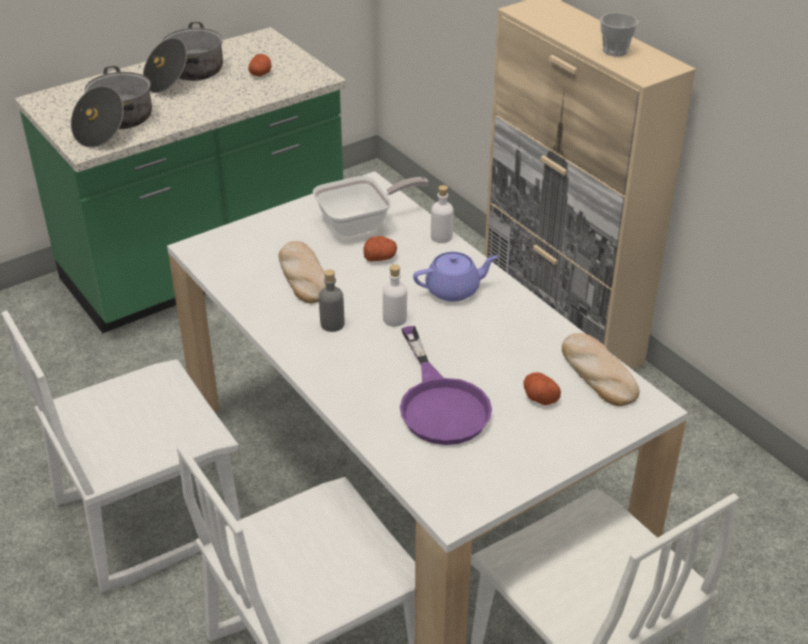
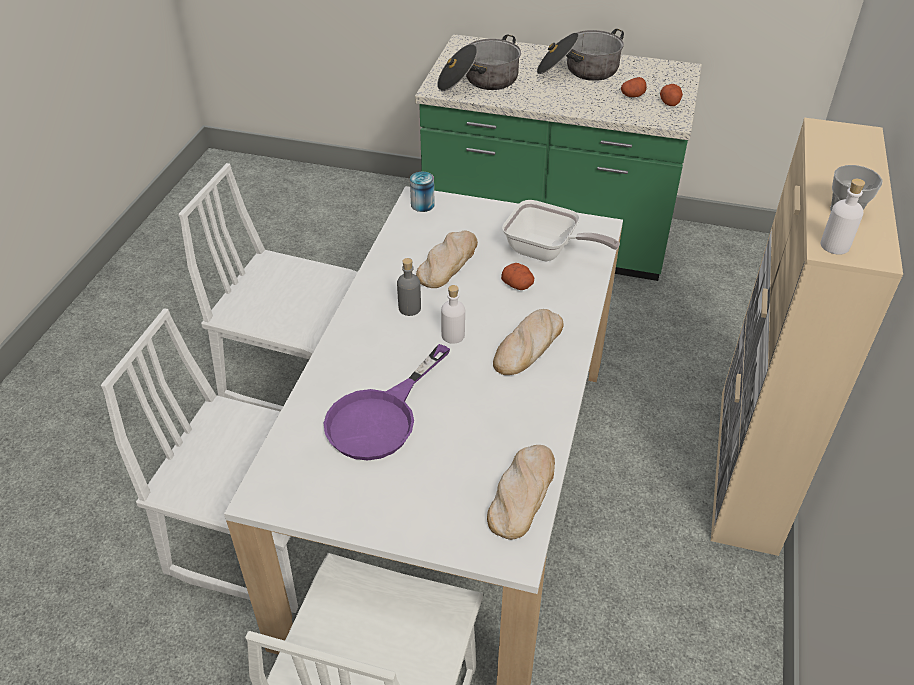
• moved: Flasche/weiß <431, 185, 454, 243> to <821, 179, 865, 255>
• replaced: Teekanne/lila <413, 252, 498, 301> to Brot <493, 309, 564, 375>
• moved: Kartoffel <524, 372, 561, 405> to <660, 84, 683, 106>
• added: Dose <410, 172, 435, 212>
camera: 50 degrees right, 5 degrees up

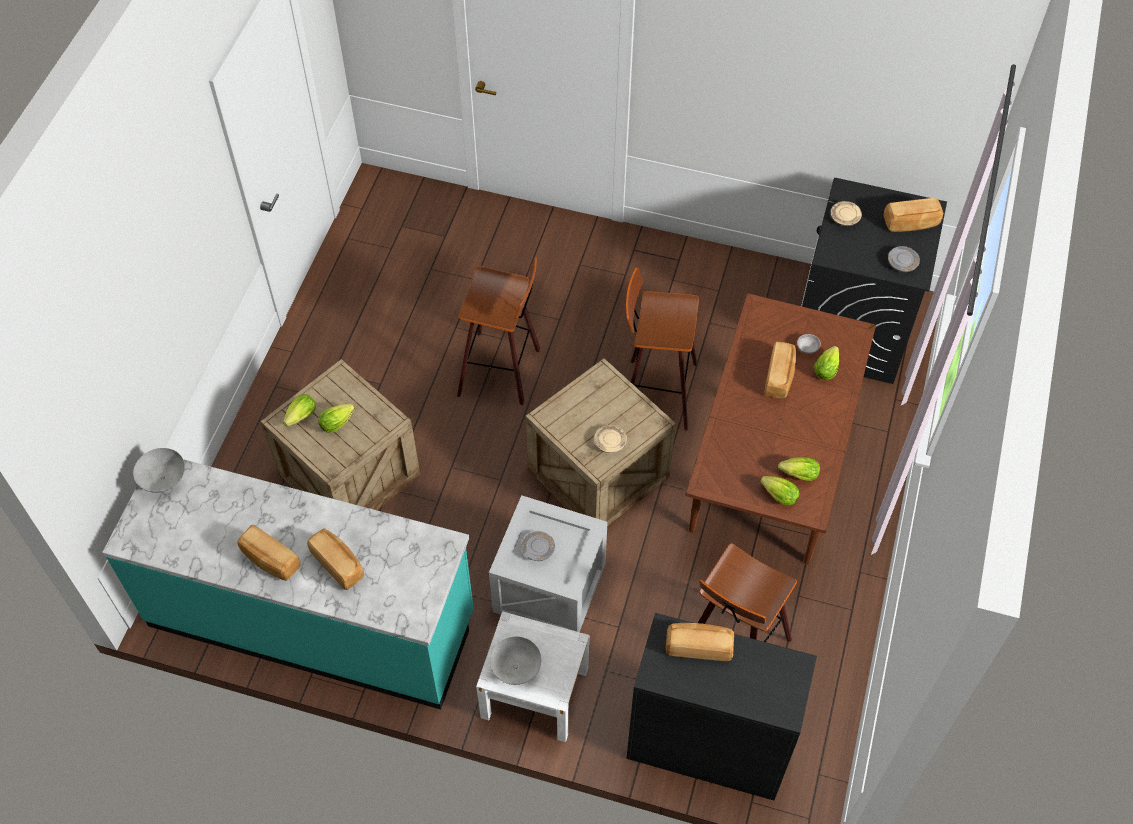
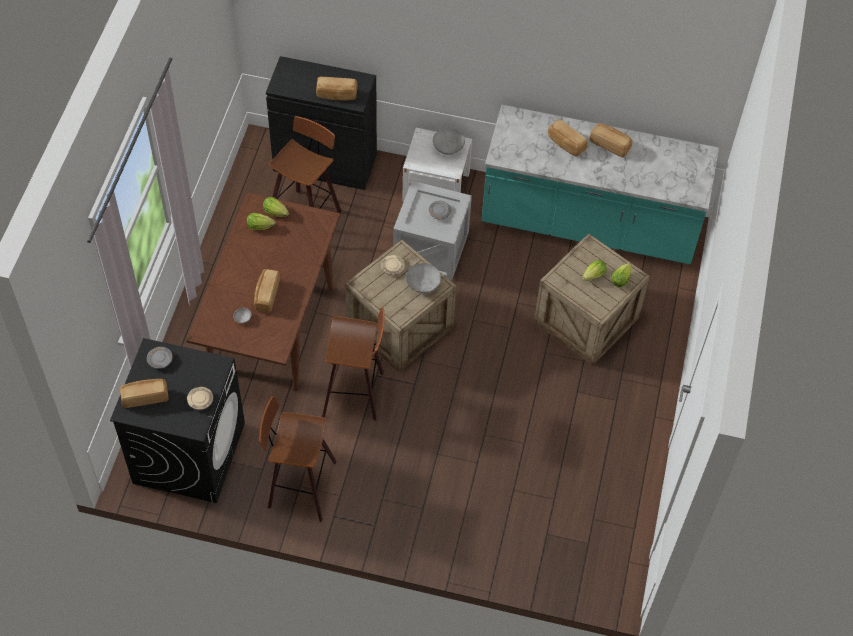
• moved: Hocker <457, 257, 540, 405> to <259, 396, 336, 522>
• removed: Salatkopf <814, 346, 839, 380>
• moved: Schüssel/grau <133, 448, 185, 493> to <406, 263, 441, 293>
camera: 175 degrees right, 0 degrees up

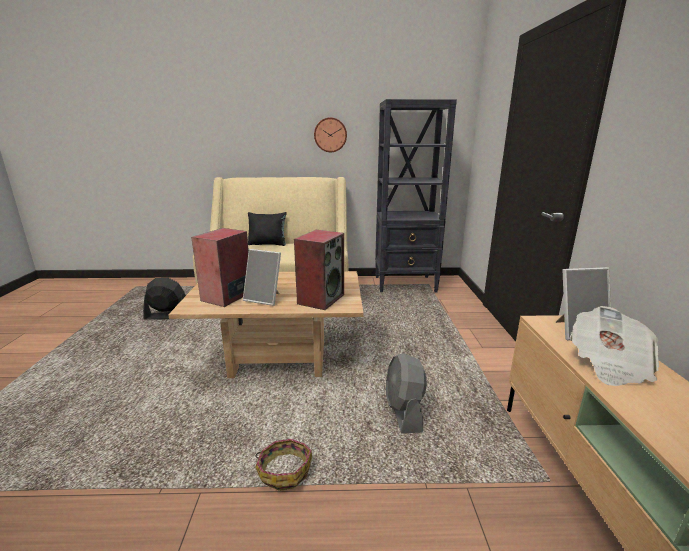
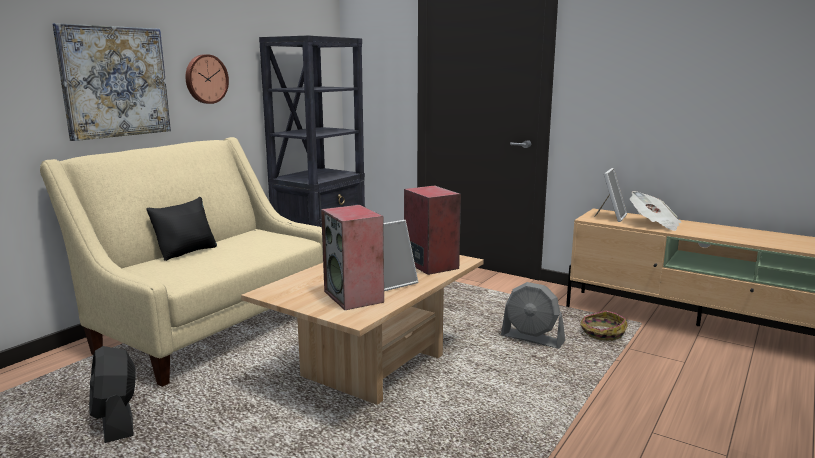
• turned: Ventilator/schwarz <143, 278, 186, 319> = <89, 346, 136, 443> 60 degrees counterclockwise
• moved: Korb <255, 439, 312, 491> to <580, 310, 628, 341>
• added: Bild <53, 23, 171, 141>
camera: 55 degrees left, 5 degrees down

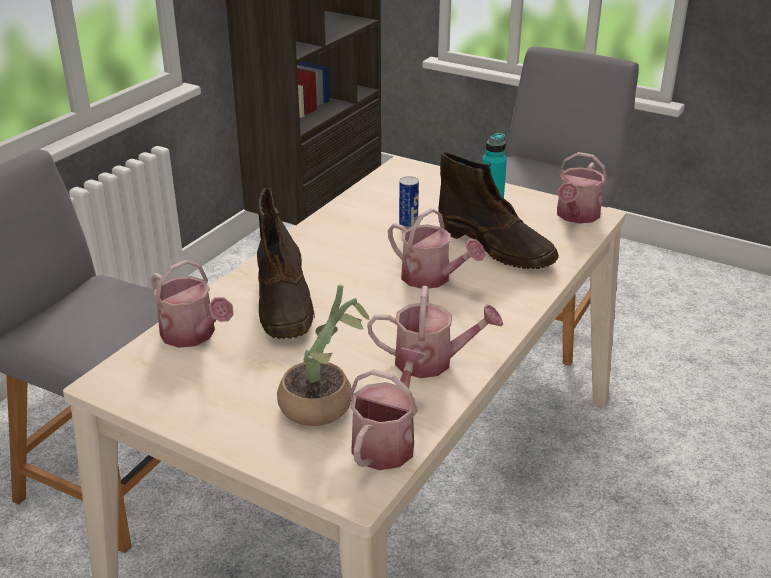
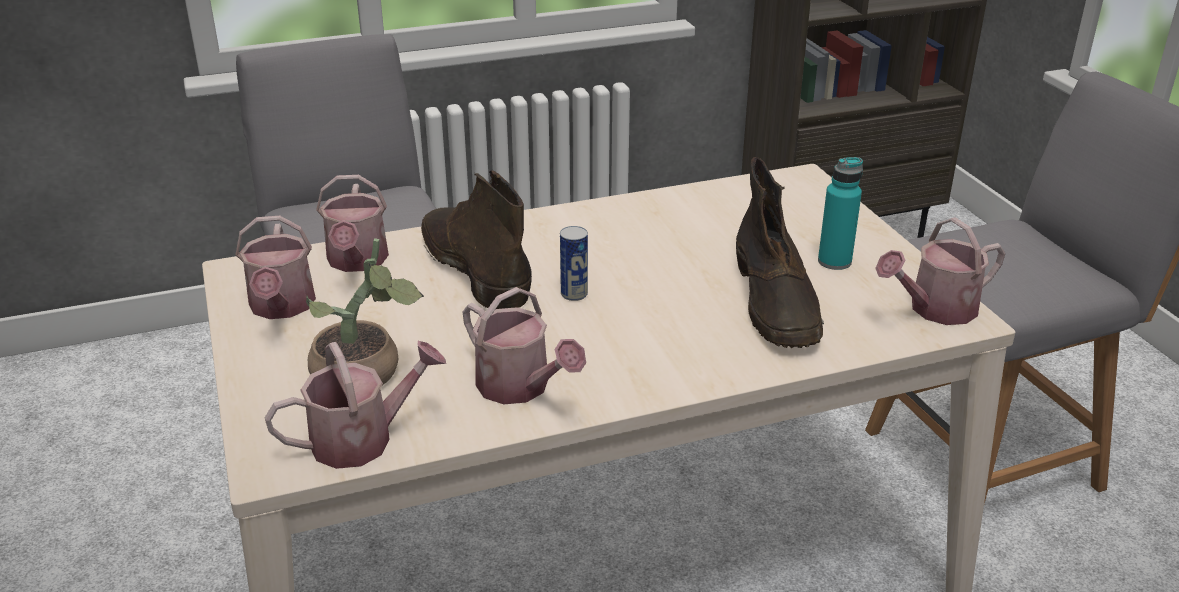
• moved: Dose <399, 176, 419, 229> to <560, 226, 588, 301>
• turned: Stiefel/braun <257, 188, 315, 339> = <421, 170, 532, 309> 120 degrees clockwise
• moved: Gießkanne <388, 208, 485, 289> to <235, 216, 316, 319>
camera: 40 degrees right, 0 degrees up

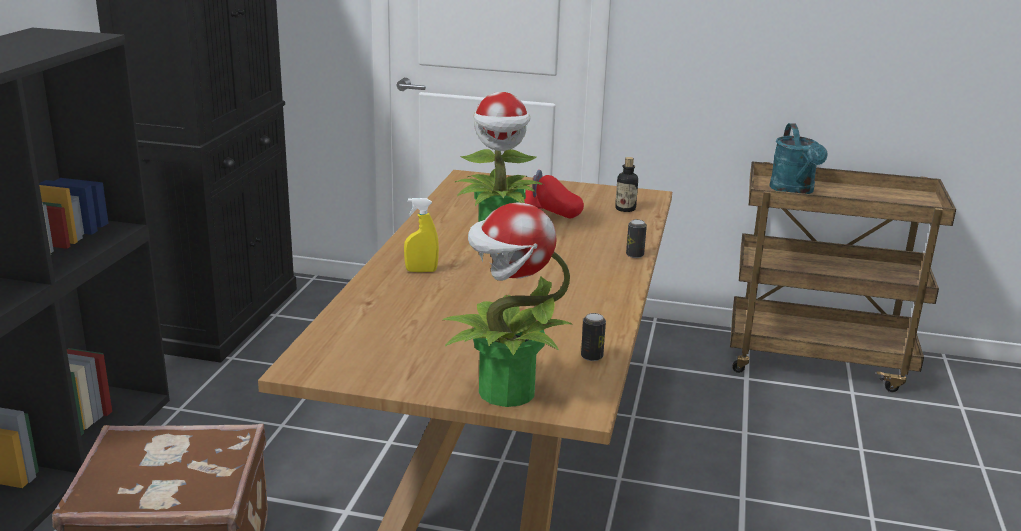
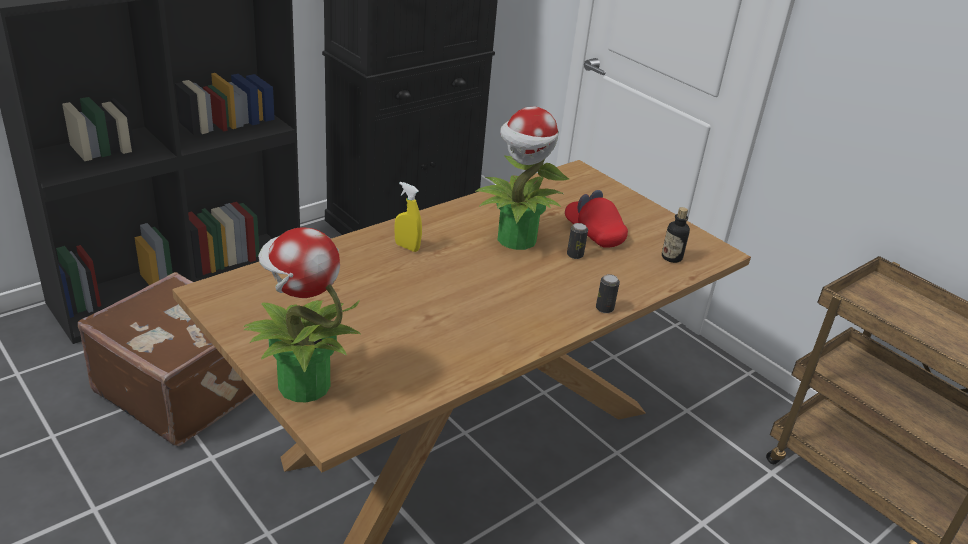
• removed: Gießkanne/türkis <769, 123, 828, 194>
• moved: Dose <581, 313, 606, 361> to <567, 223, 588, 259>
camera: 35 degrees right, 10 degrees up

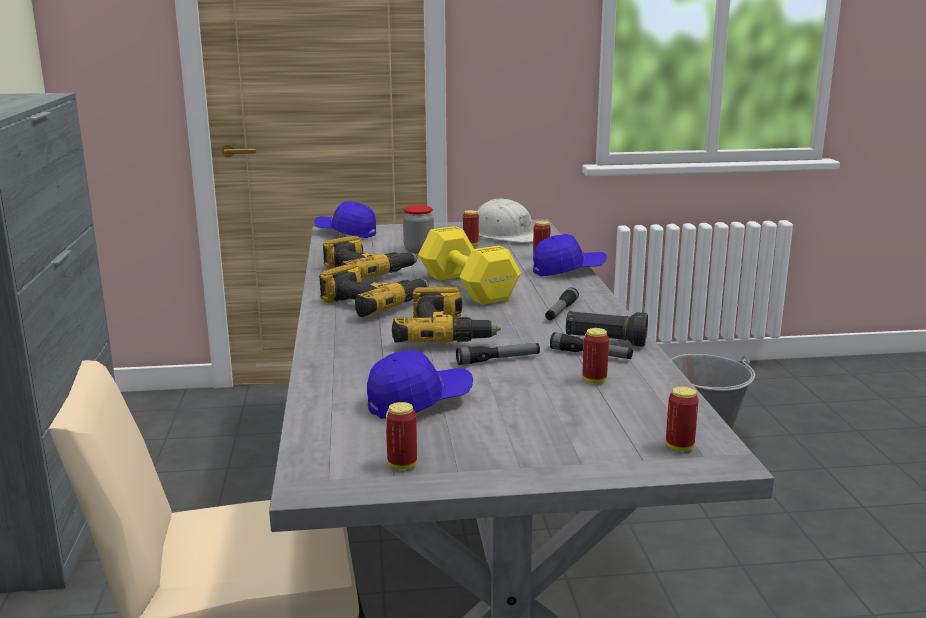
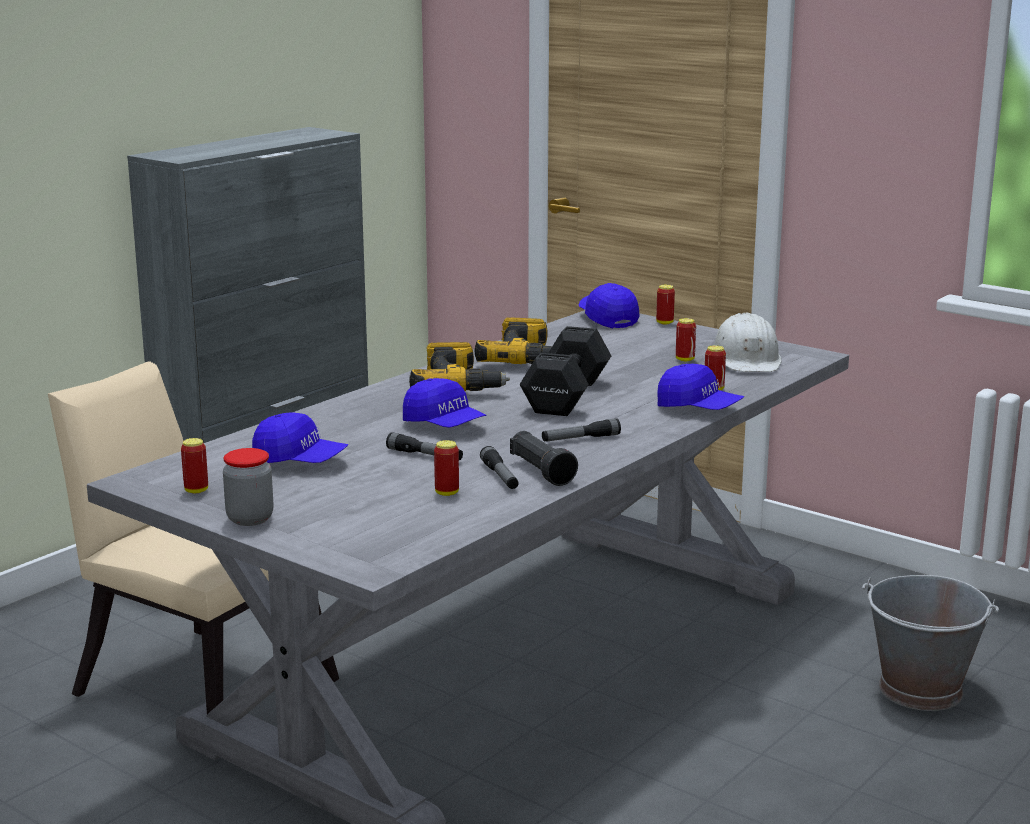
• moved: Vorratsglas <403, 205, 434, 254> to <223, 448, 274, 526>
• recoloured: Hantel/gelb <418, 226, 521, 305> to Hantel/schwarz <520, 326, 611, 416>
• replaced: Bohrmaschine <392, 287, 501, 343> to Kappe/blau <403, 378, 486, 428>
• moved: Dose <666, 386, 699, 451> to <656, 285, 675, 324>
camera: 45 degrees right, 0 degrees up

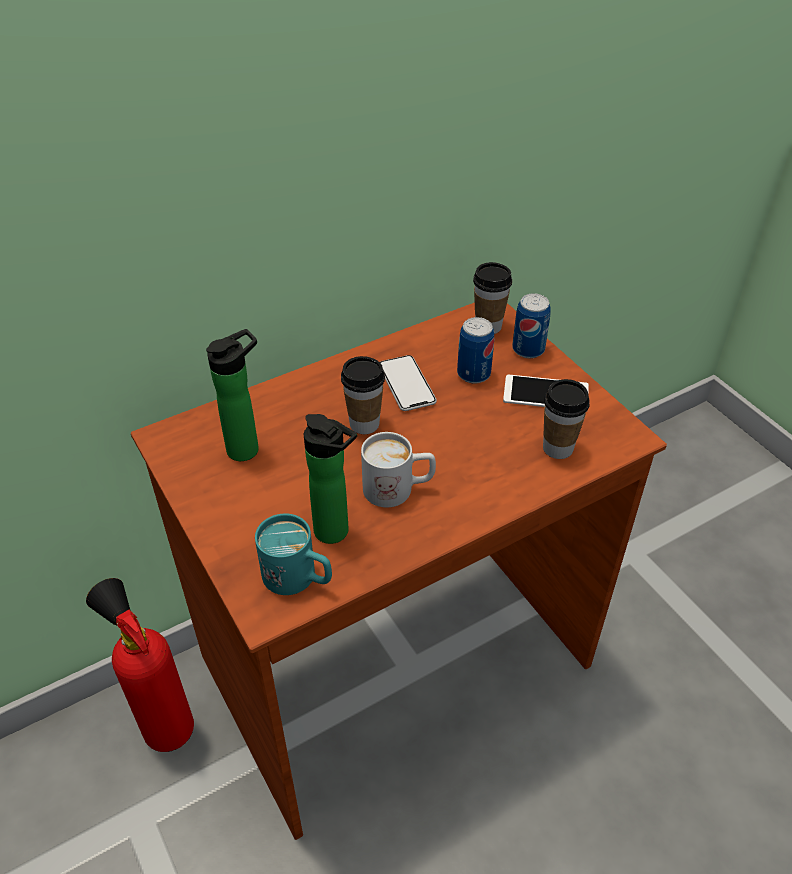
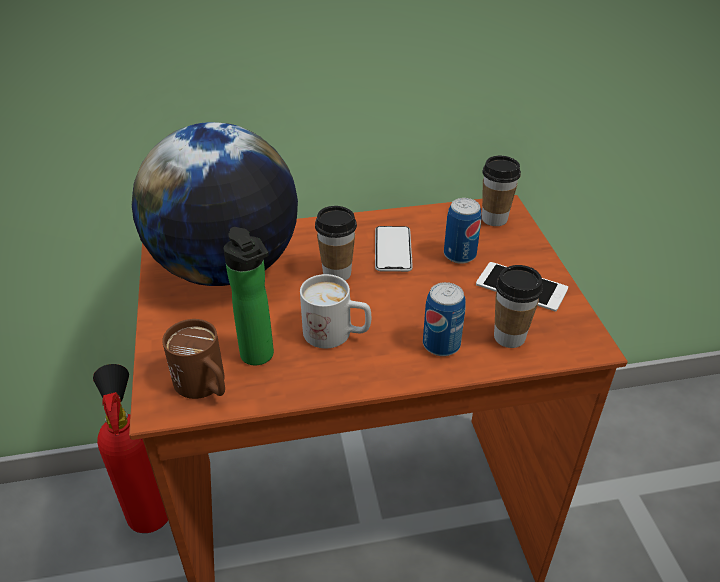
• moved: Dose <512, 293, 551, 358> to <423, 282, 466, 356>
• replaced: Flasche <206, 329, 259, 461> to Globus <132, 122, 298, 286>
• recoloured: Henkelbecher/türkis <255, 513, 332, 595> to Henkelbecher/braun <162, 319, 225, 399>
camera: 20 degrees right, 5 degrees down

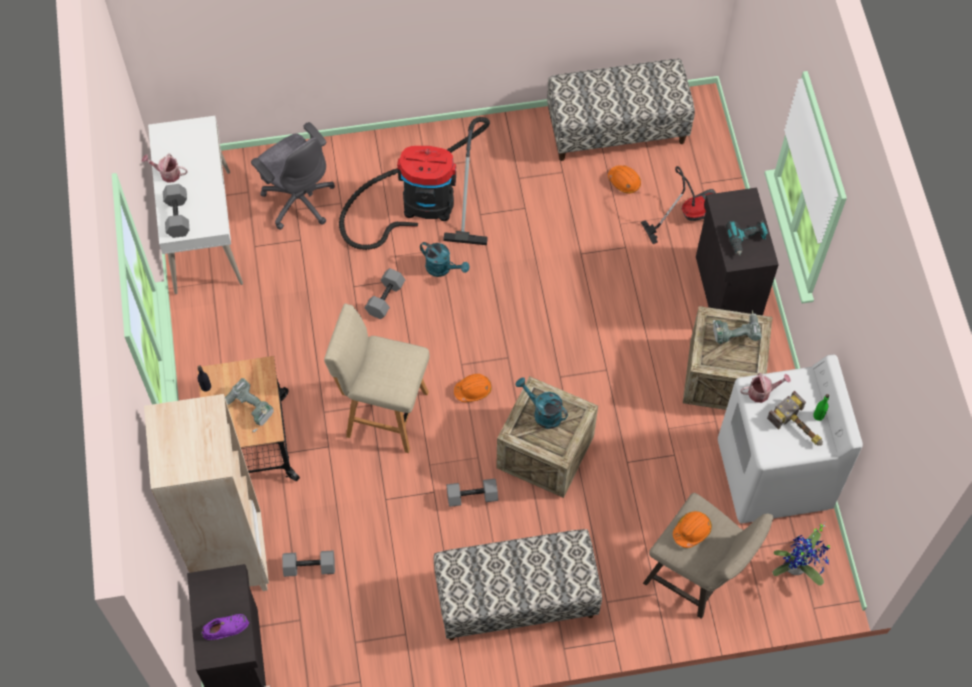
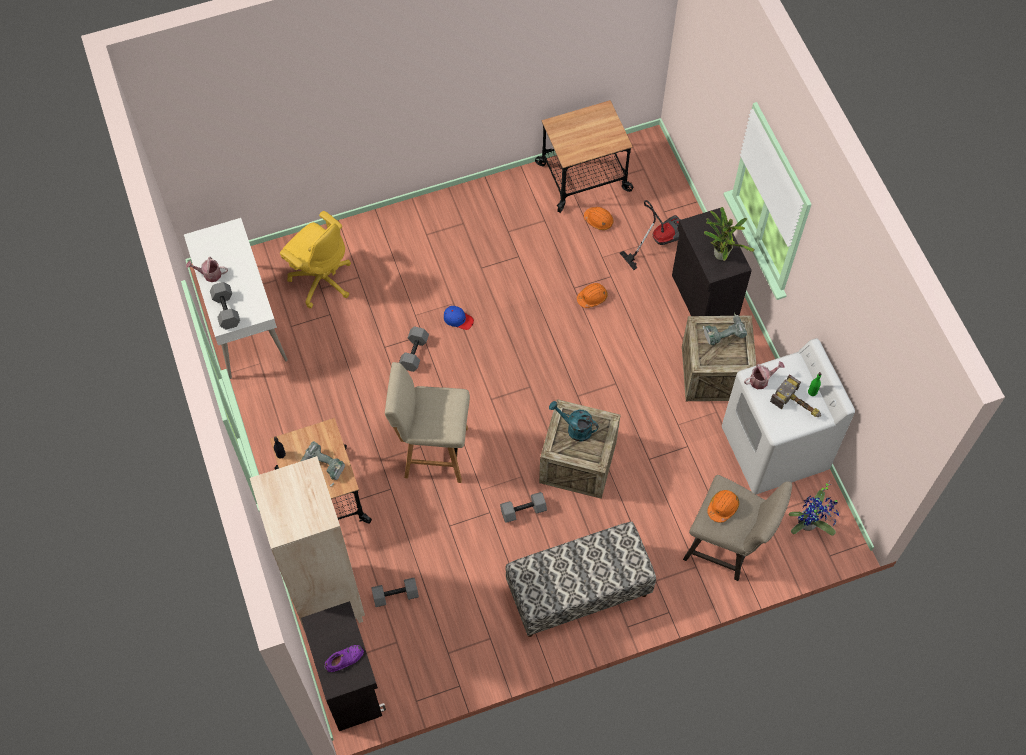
• replaced: Bank <547, 59, 695, 161> to Rollwagen <535, 100, 633, 213>
• removed: Staubsauger <339, 117, 490, 250>
• recoloured: Bürostuhl/grau <251, 122, 335, 230> to Bürostuhl/gelb <280, 211, 351, 308>
• replaced: Bohrmaschine <726, 220, 768, 256> to Topfpflanze <704, 207, 754, 261>
• replaced: Gießkanne/türkis <420, 242, 470, 277> to Kappe/blau <444, 306, 474, 330>
• moved: Schutzhelm/orange <454, 374, 492, 402> to <577, 283, 608, 308>
camera: 10 degrees left, 0 degrees up

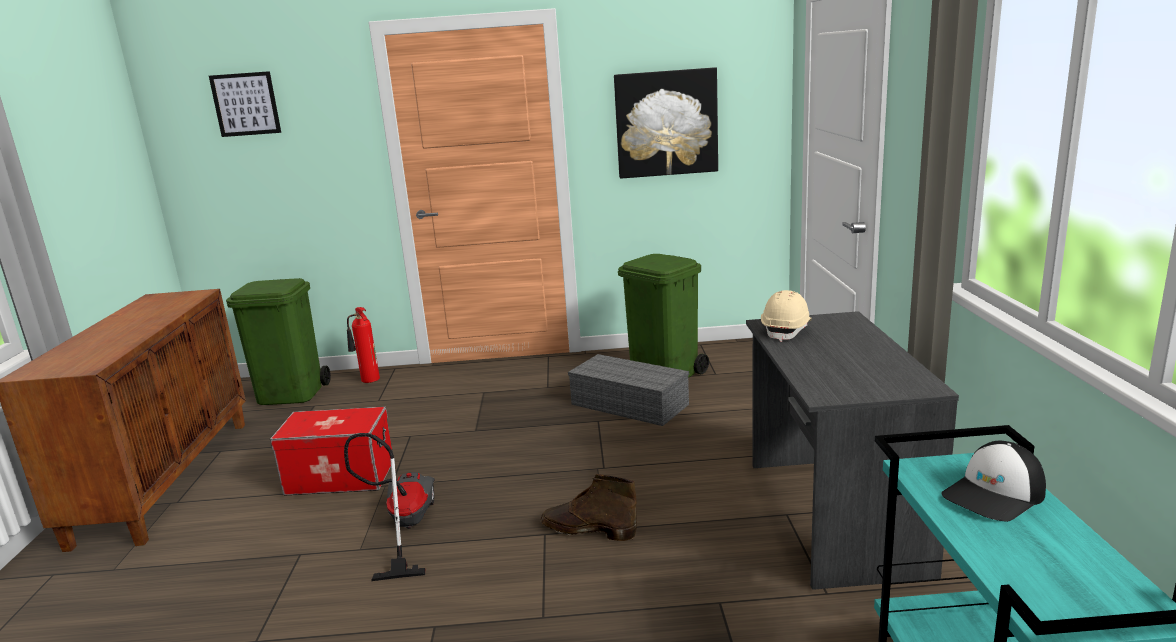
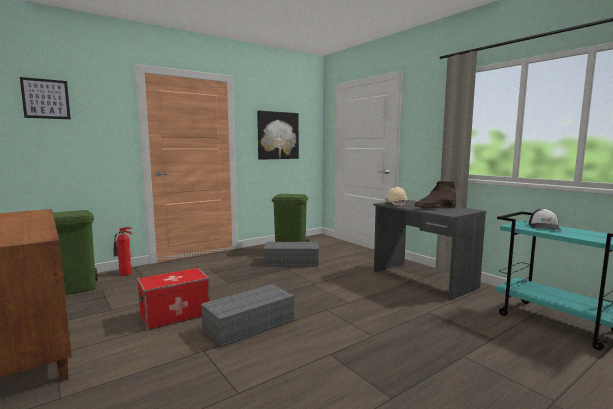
• replaced: Staubsauger <344, 433, 435, 581> to Aufbewahrungsbox/grau <201, 284, 295, 348>
• moved: Stiefel/braun <541, 474, 637, 541> to <415, 181, 456, 209>
camera: 35 degrees left, 10 degrees down

